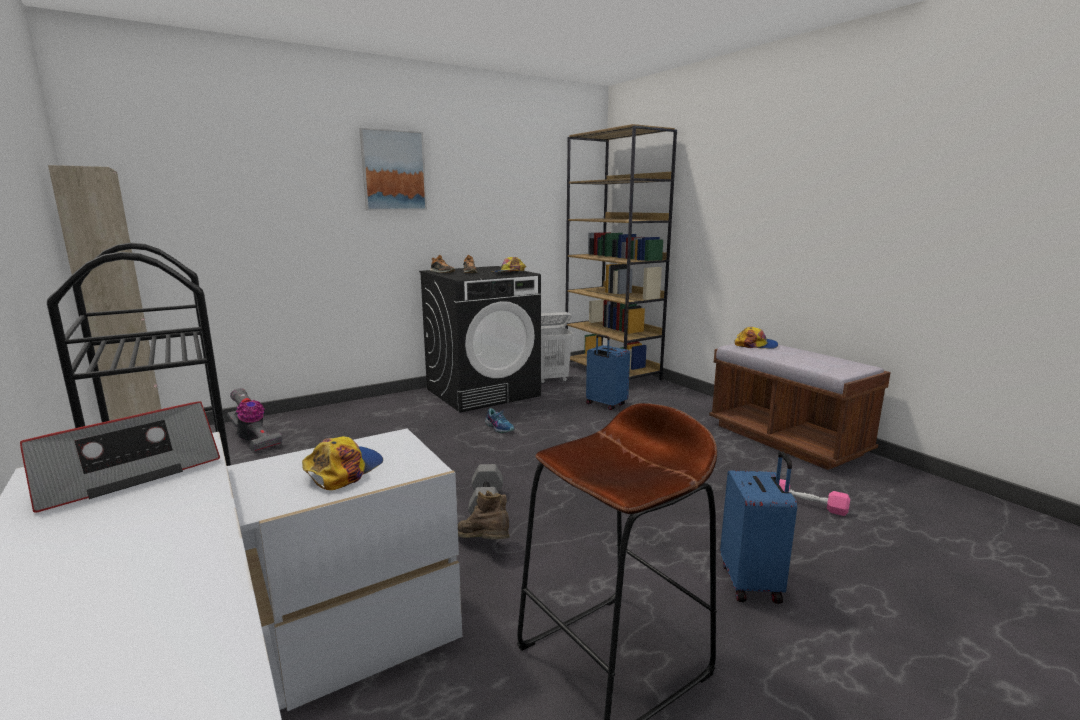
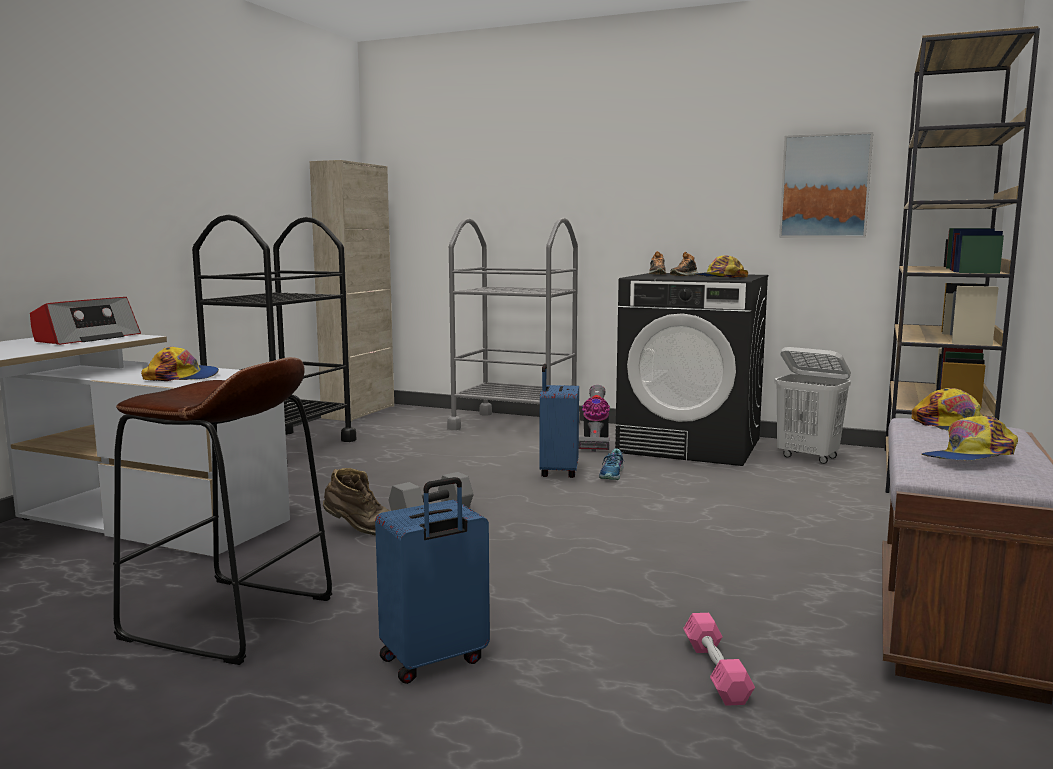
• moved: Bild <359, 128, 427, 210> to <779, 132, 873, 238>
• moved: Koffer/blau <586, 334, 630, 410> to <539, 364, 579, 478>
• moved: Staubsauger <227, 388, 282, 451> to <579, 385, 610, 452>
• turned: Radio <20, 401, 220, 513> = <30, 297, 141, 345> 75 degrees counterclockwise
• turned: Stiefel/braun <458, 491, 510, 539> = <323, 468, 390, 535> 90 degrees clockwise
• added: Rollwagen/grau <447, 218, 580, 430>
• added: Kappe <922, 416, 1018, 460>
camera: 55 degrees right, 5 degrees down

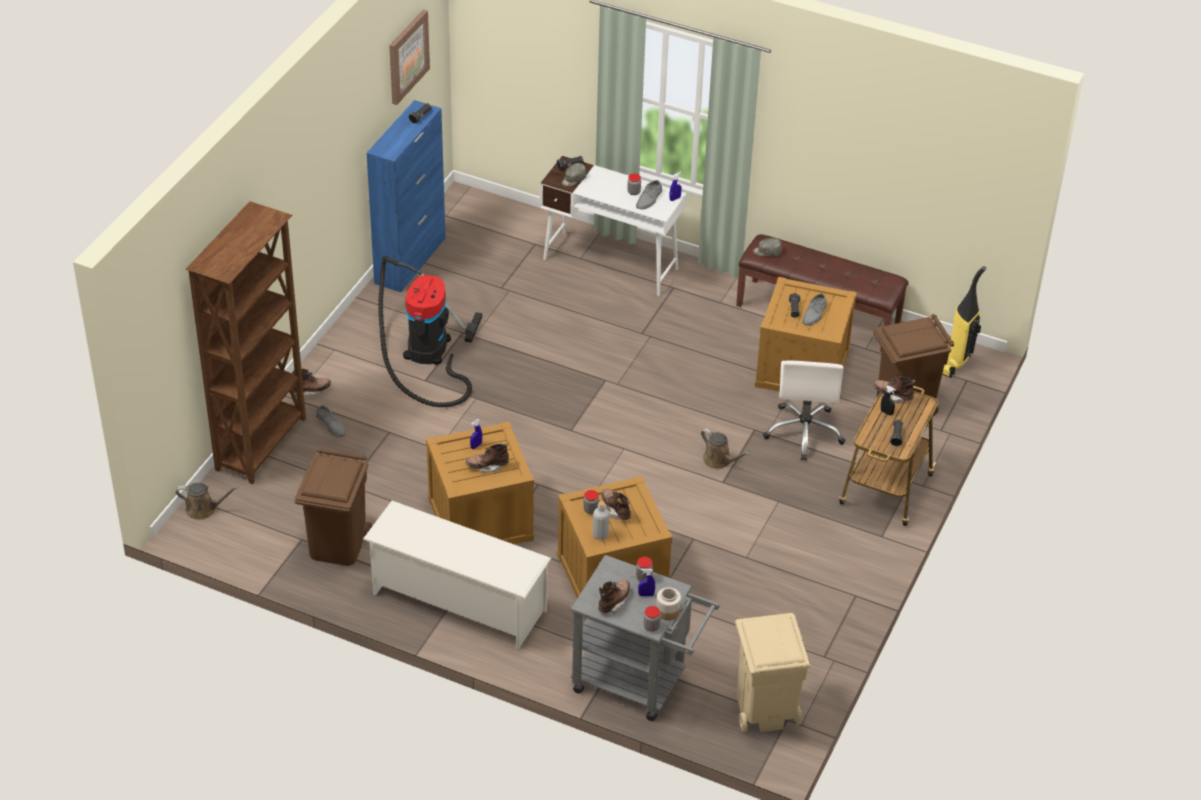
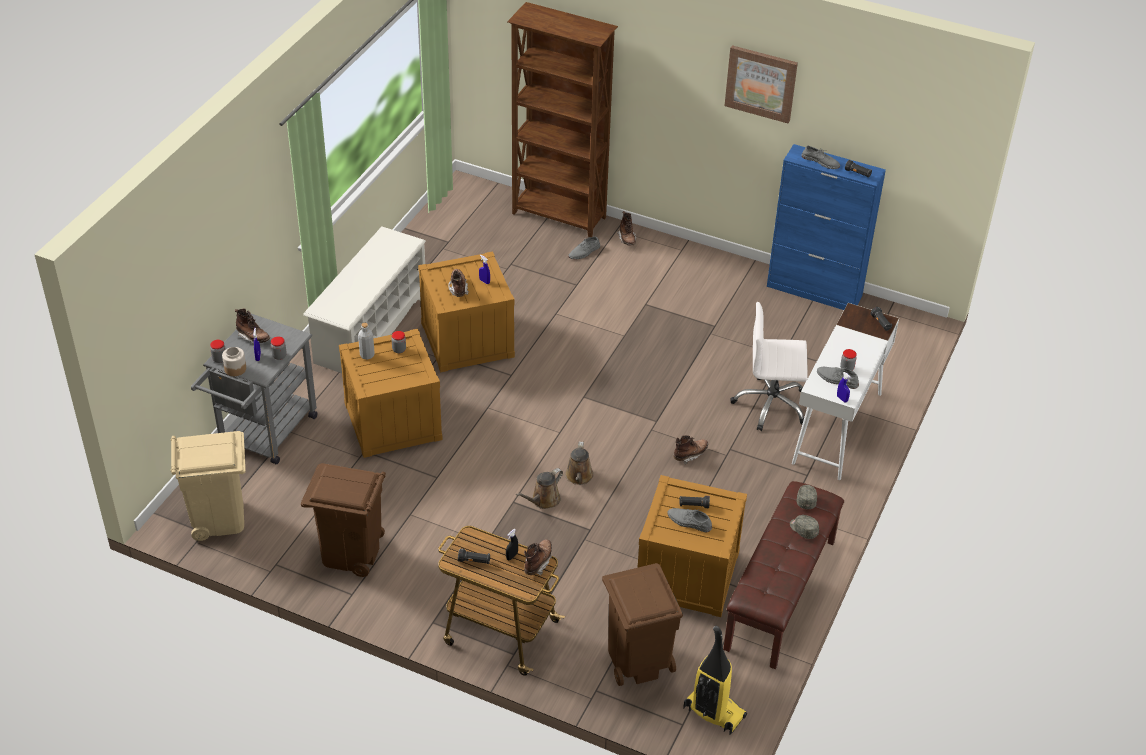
• moved: Bild <389, 10, 430, 105> to <724, 45, 798, 123>
• moved: Kappe/grau <562, 163, 587, 186> to <790, 515, 819, 539>
• removed: Staubsauger <378, 256, 482, 407>
• moved: Bürostuhl/weiß <763, 361, 846, 461> to <731, 302, 807, 431>
• moved: Mülleimer/braun <295, 448, 372, 566> to <301, 463, 386, 577>
• moved: Gießkanne/braun <176, 483, 239, 520> to <565, 442, 594, 485>
• moved: Stiefel/braun <601, 489, 632, 520> to <673, 435, 708, 464>
• added: Schuh/grau <801, 146, 840, 169>
camera: 90 degrees right, 0 degrees up

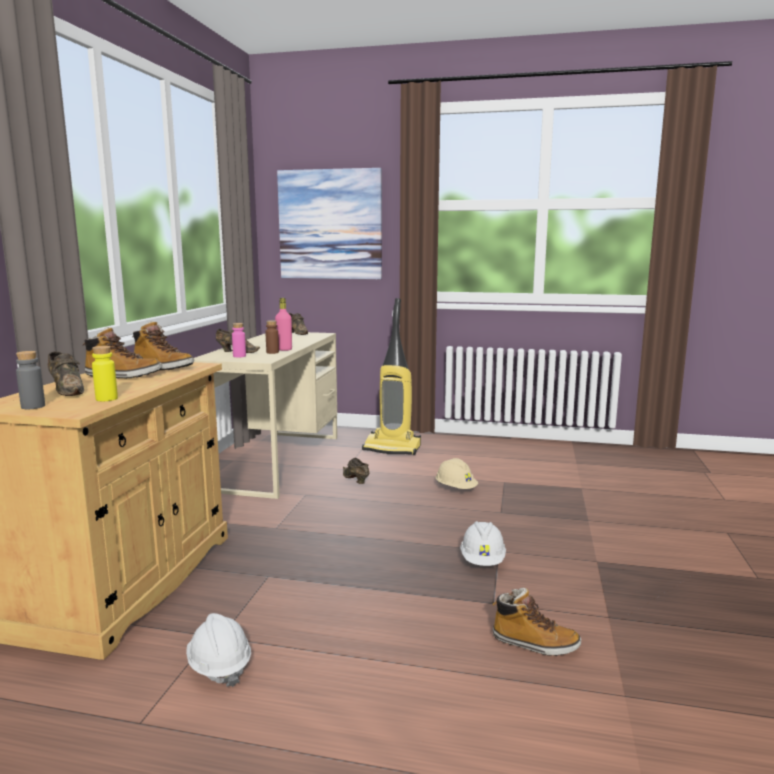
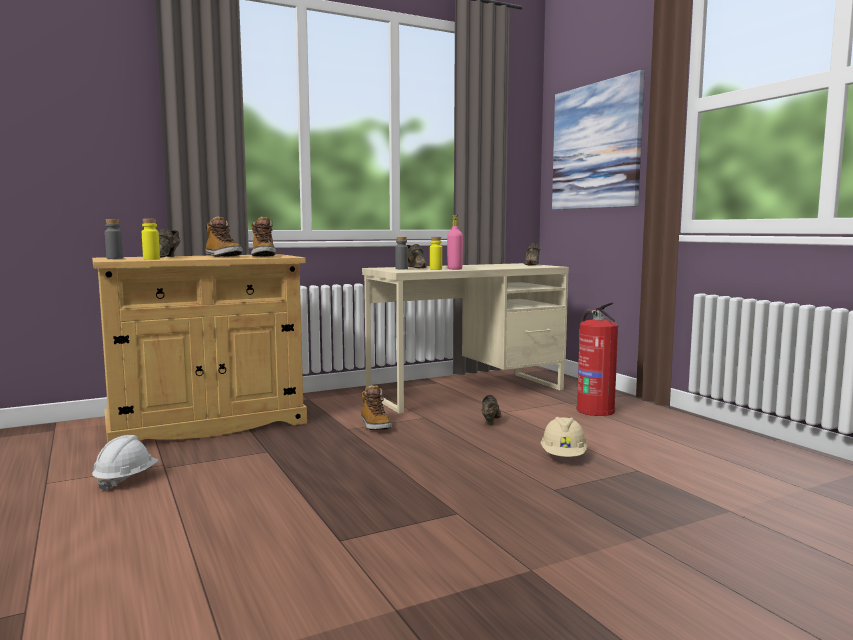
• replaced: Staubsauger <362, 298, 421, 455> to Feuerlöscher <576, 303, 618, 416>
• recoloured: Flasche/braun <265, 320, 279, 354> to Flasche/gelb <430, 237, 442, 270>
• recoloured: Flasche/rosa <232, 323, 246, 357> to Flasche/grau <395, 237, 408, 269>
• removed: Schutzhelm/weiß <460, 521, 506, 566>
• moved: Stiefel <493, 588, 581, 656> to <361, 385, 392, 430>
camera: 50 degrees right, 5 degrees down

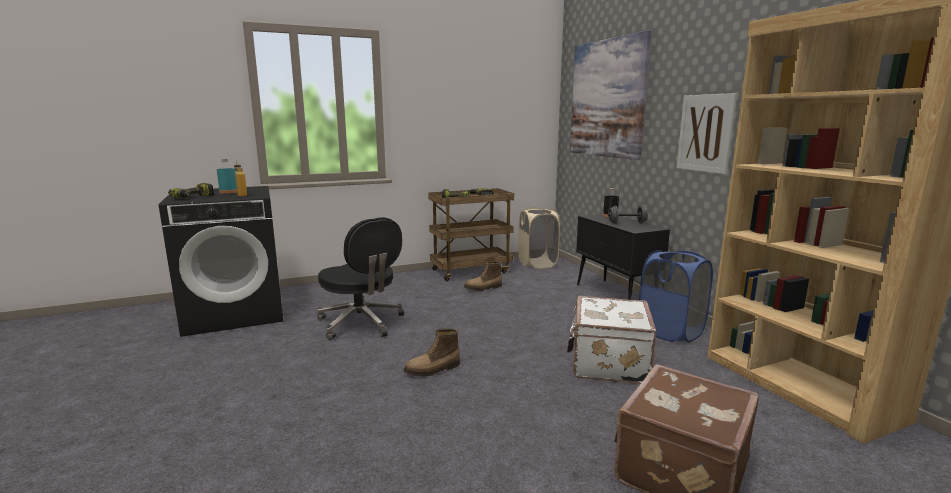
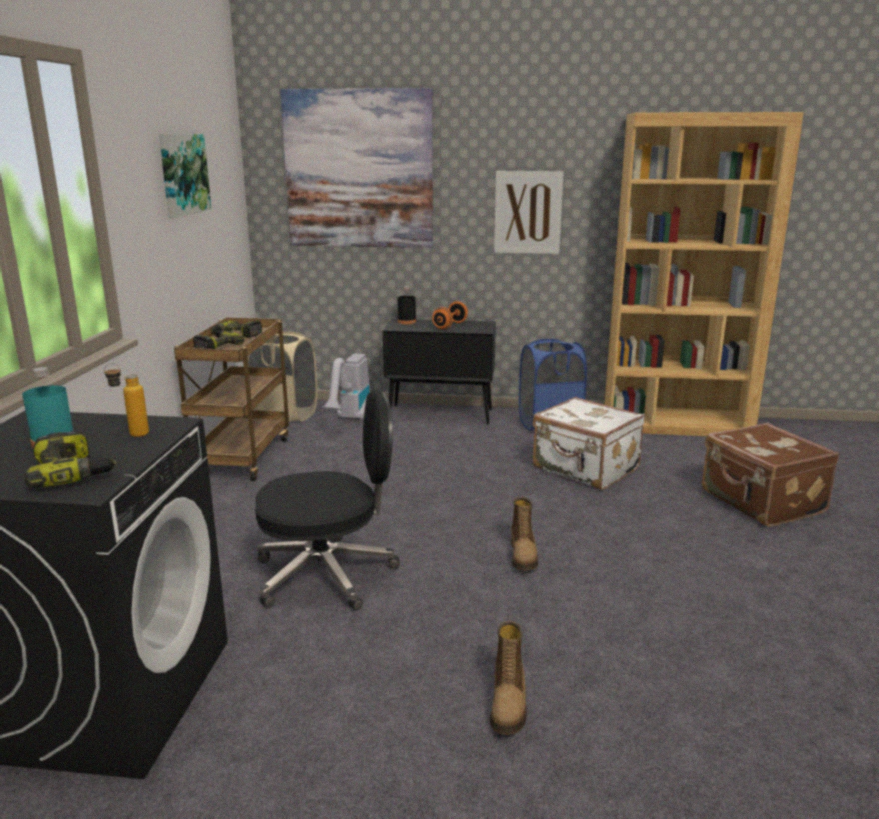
• recoloured: Hantel/grau <608, 206, 648, 224> to Hantel/orange <432, 301, 468, 329>
• moved: Stiefel <464, 261, 502, 291> to <490, 620, 527, 735>
• added: Bild <159, 134, 211, 218>
• added: Staubsauger <322, 354, 370, 420>
camera: 60 degrees left, 5 degrees up

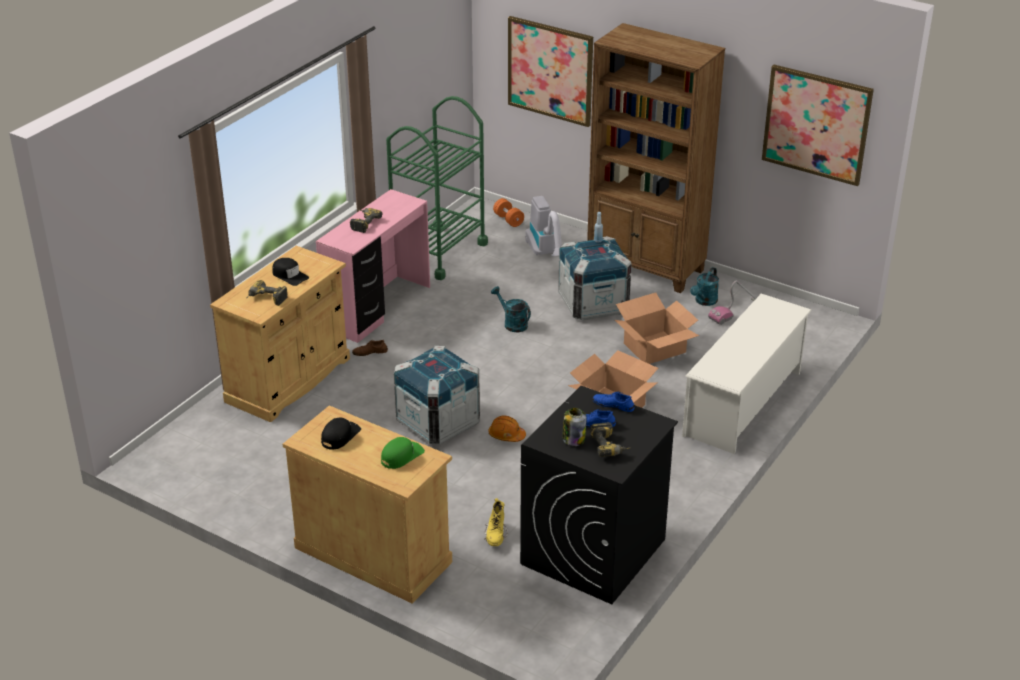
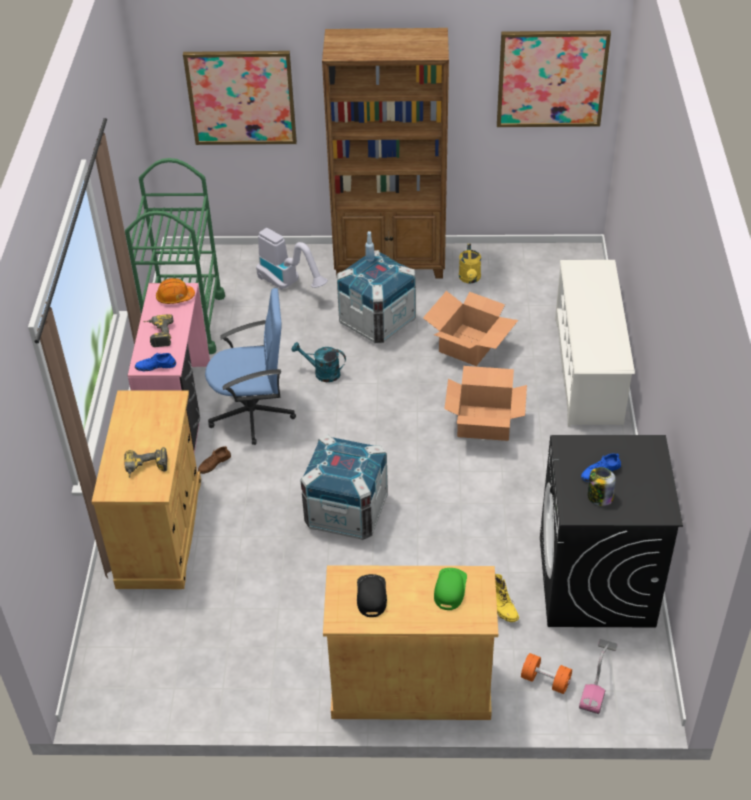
• moved: Hantel/orange <493, 198, 524, 227> to <521, 653, 572, 694>
• removed: Kappe/schwarz <272, 258, 309, 286>
• recoloured: Gießkanne/türkis <690, 267, 719, 306> to Gießkanne/gelb <459, 244, 481, 283>
• moved: Staubsauger <708, 281, 757, 325> to <579, 639, 618, 714>
• moved: Schuh/blau <593, 391, 635, 412> to <135, 353, 176, 371>
• moved: Schutzhelm/orange <488, 415, 526, 442> to <156, 278, 195, 304>
• removed: Bohrmaschine <590, 422, 631, 457>
• added: Bürostuhl/blau <205, 288, 296, 445>
camera: 30 degrees left, 10 degrees up

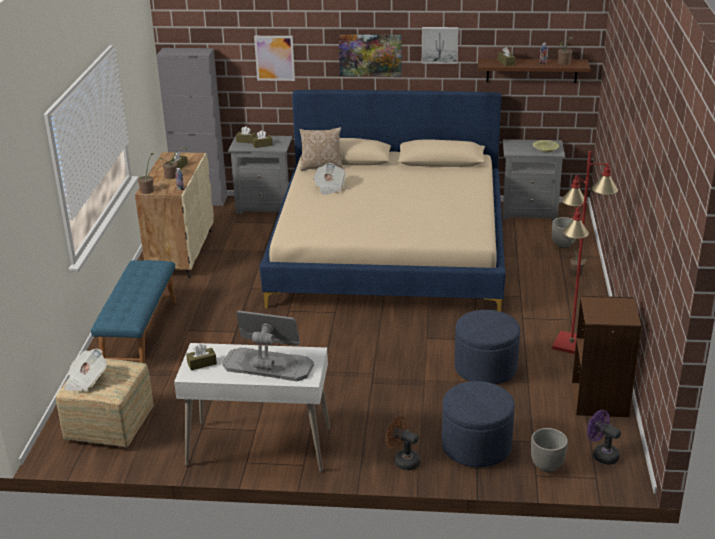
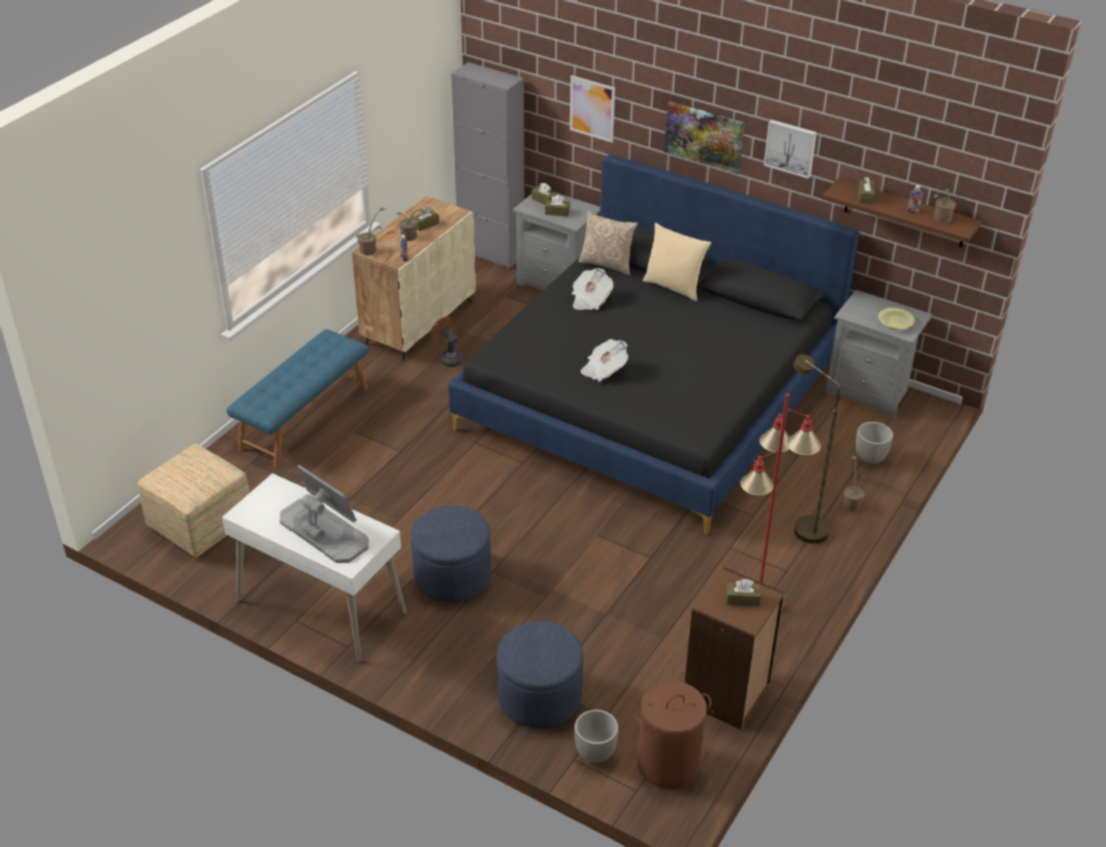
• recoloured: Bett/beige <259, 90, 506, 312> to Bett/schwarz <448, 154, 860, 535>
• moved: Polsterhocker/blau <454, 310, 520, 385> to <411, 505, 491, 602>
• moved: Taschentuchbox/braun <186, 344, 217, 370> to <726, 579, 761, 606>
• moved: Zeitung <64, 349, 107, 392> to <581, 339, 628, 382>
• replaced: Ventilator/lila <587, 410, 621, 465> to Wäschekorb/braun <636, 681, 711, 789>
• moved: Ventilator/braun <386, 416, 420, 470> to <431, 316, 464, 367>
• added: Kissen/beige <643, 223, 711, 301>
• added: Stehlampe/braun <793, 354, 840, 544>
camera: 25 degrees right, 10 degrees up

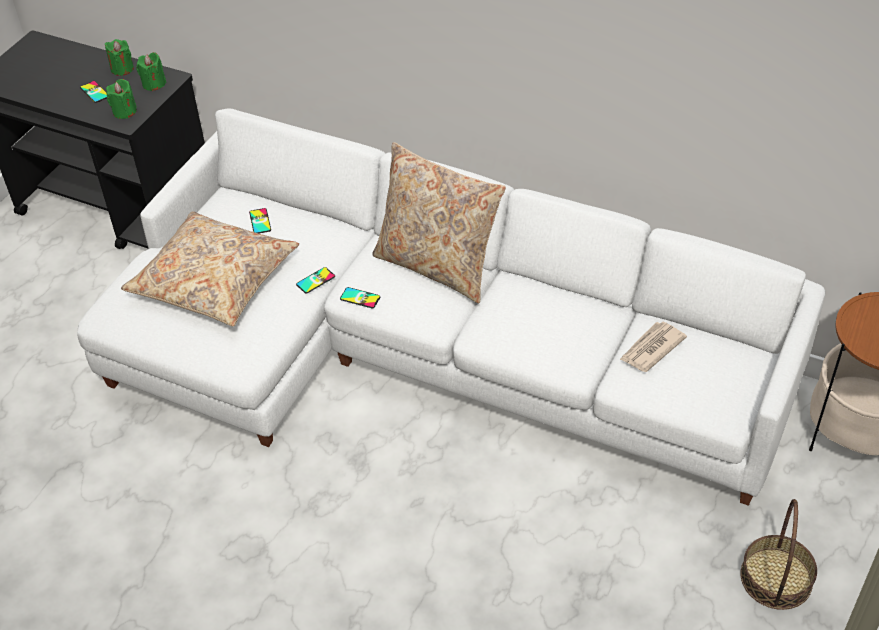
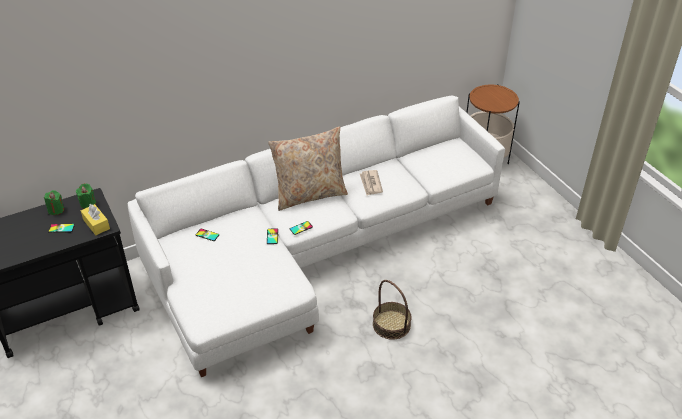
• replaced: Kerze/grün <106, 79, 137, 119> to Taschentuchbox/gelb <81, 204, 110, 235>
• removed: Kissen/beige <121, 211, 299, 326>
• moved: Zeitung <620, 322, 687, 372> to <360, 170, 383, 196>
• moved: Korb <740, 499, 817, 610> to <373, 280, 412, 340>
camera: 55 degrees left, 5 degrees down

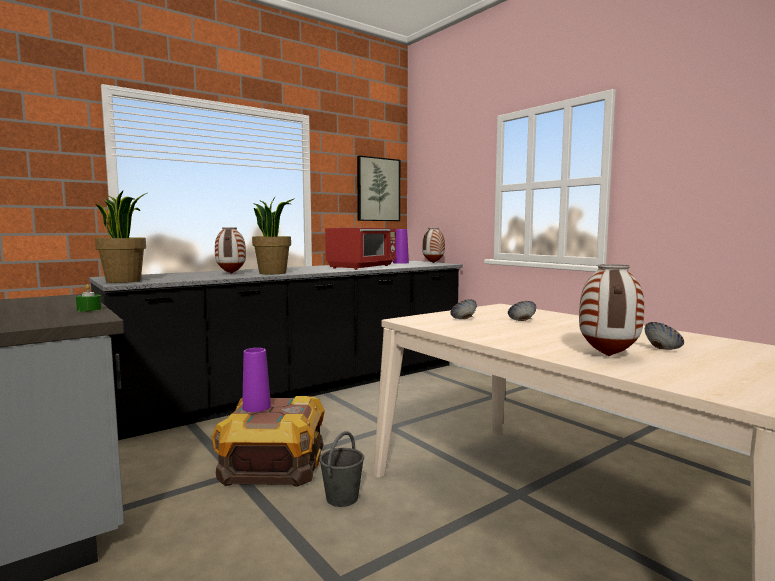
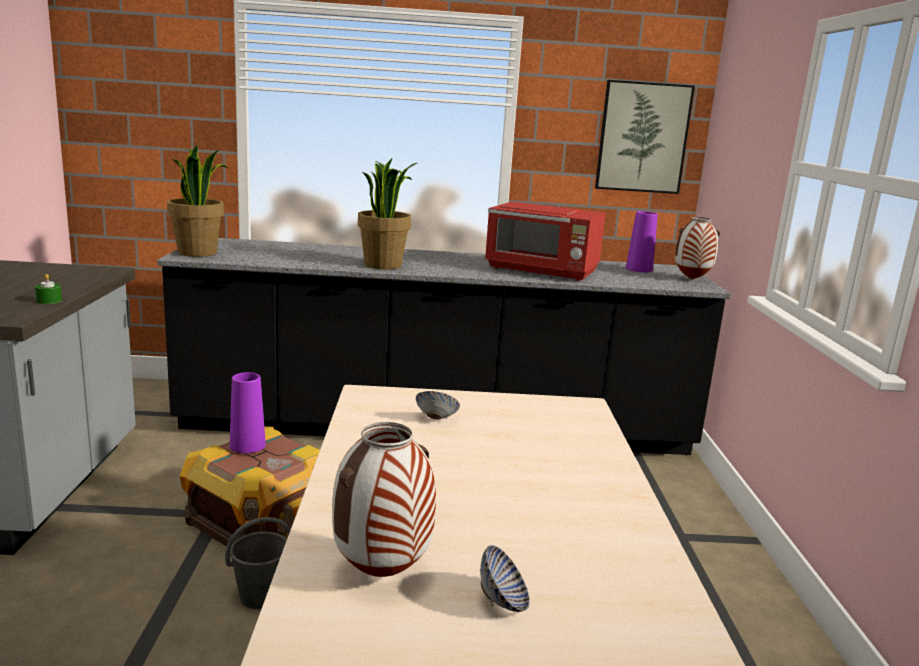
• removed: Vase <215, 227, 246, 274>
• turned: Mikrowelle/rot <325, 228, 396, 270> = <485, 202, 606, 281> 45 degrees clockwise
• removed: Schüssel <508, 301, 536, 321>
camera: 35 degrees right, 10 degrees up

